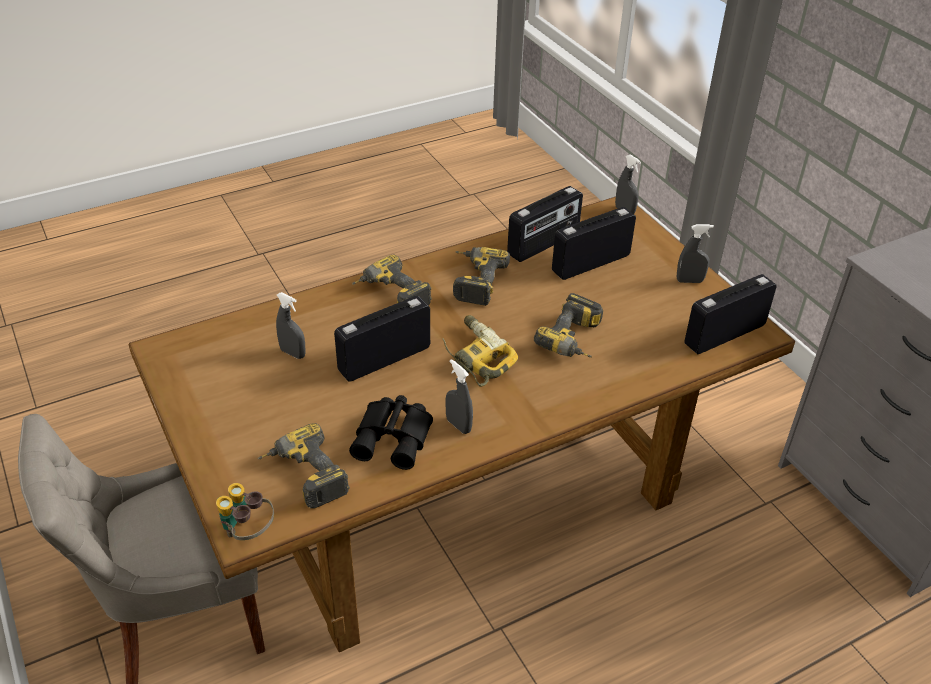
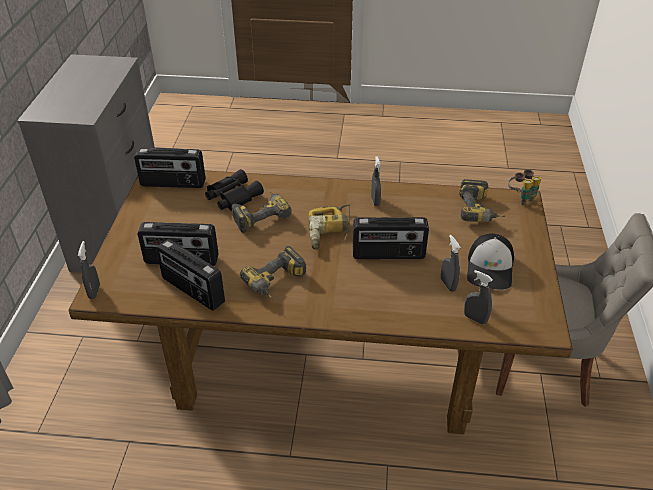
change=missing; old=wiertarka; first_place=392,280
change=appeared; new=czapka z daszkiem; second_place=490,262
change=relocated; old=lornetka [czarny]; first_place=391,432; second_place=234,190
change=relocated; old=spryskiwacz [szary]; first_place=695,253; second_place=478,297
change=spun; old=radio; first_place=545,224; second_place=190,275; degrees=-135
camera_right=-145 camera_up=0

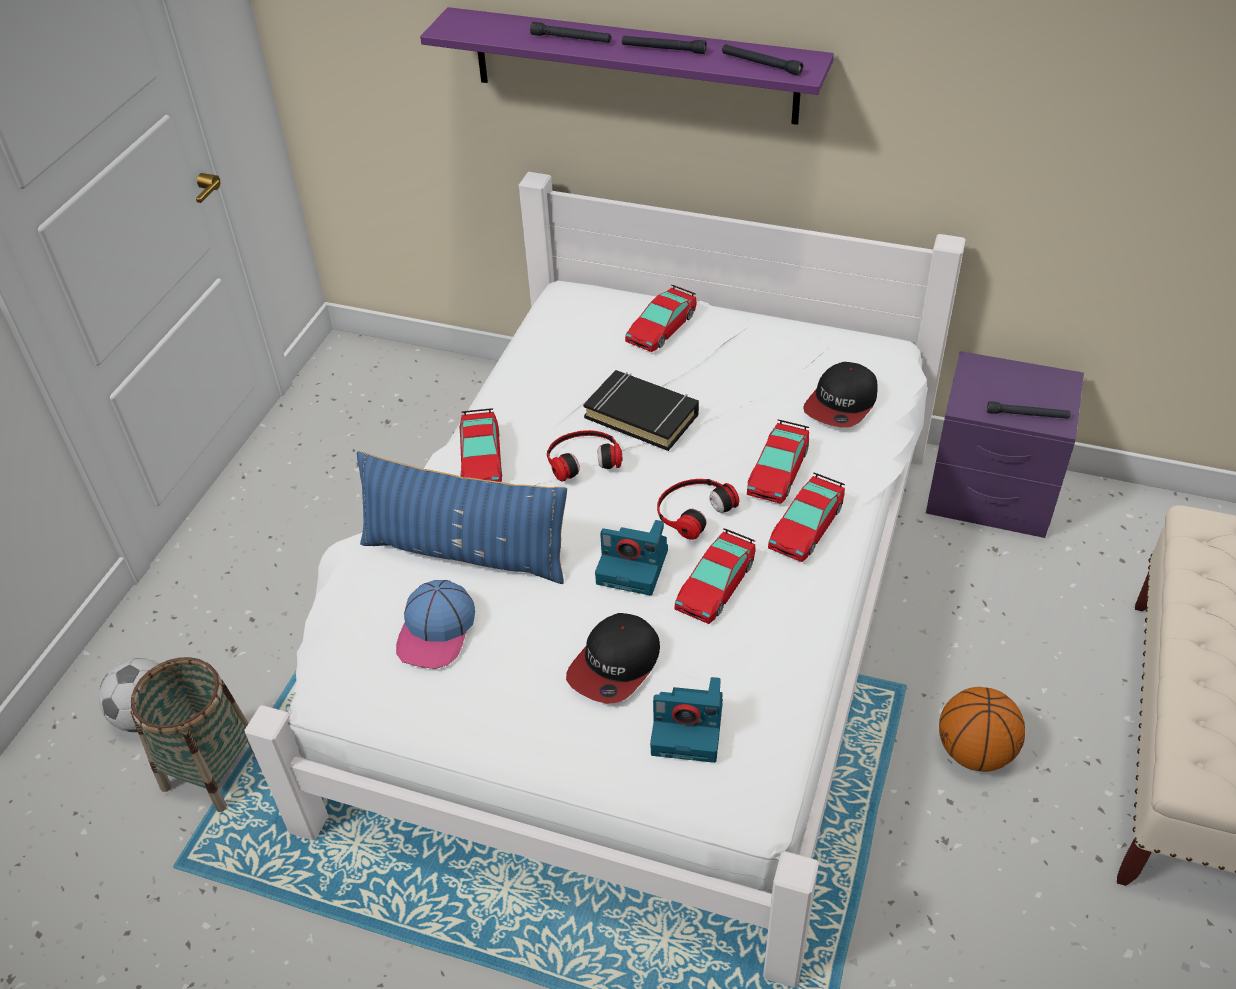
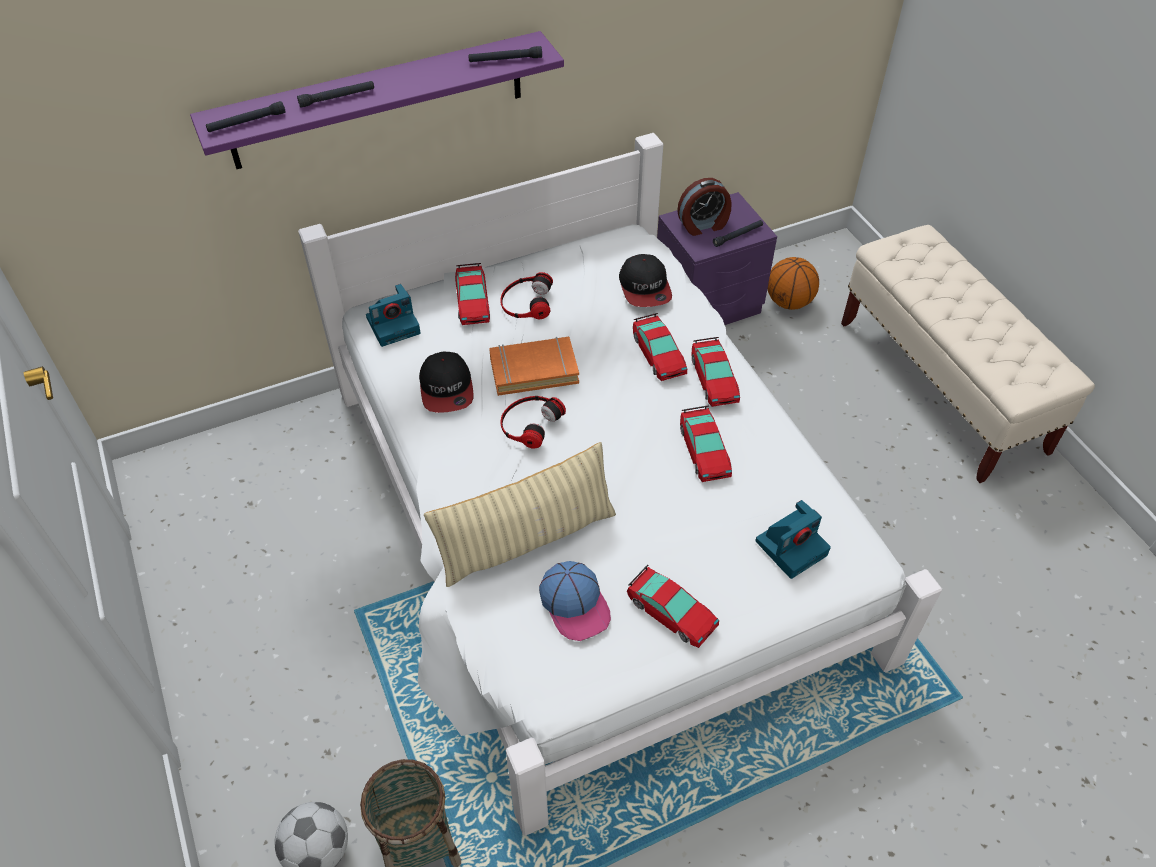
change=appeared; new=budzik; second_place=704,207
change=relocated; old=samochodzik; first_place=481,445; second_place=673,606
change=relocated; old=czapka z daszkiem; first_place=613,658; second_place=446,382
change=relocated; old=aparat fotograficzny; first_place=631,558; second_place=393,315
change=relocated; old=latarka [czarny]; first_place=664,45; second_place=245,116
change=relocated; old=słuchawki; first_place=698,509; second_place=526,295
change=relocated; old=piłka do koszykówki; first_place=982,729; second_place=793,283
change=colour; old=poduszka [niebieski]; new=poduszka [beżowy]; first_place=462,517; second_place=520,514
change=colour; old=książka [czarny]; new=książka [pomarańczowy]; first_place=641,410; second_place=534,366
camera_right=-45 camera_up=5

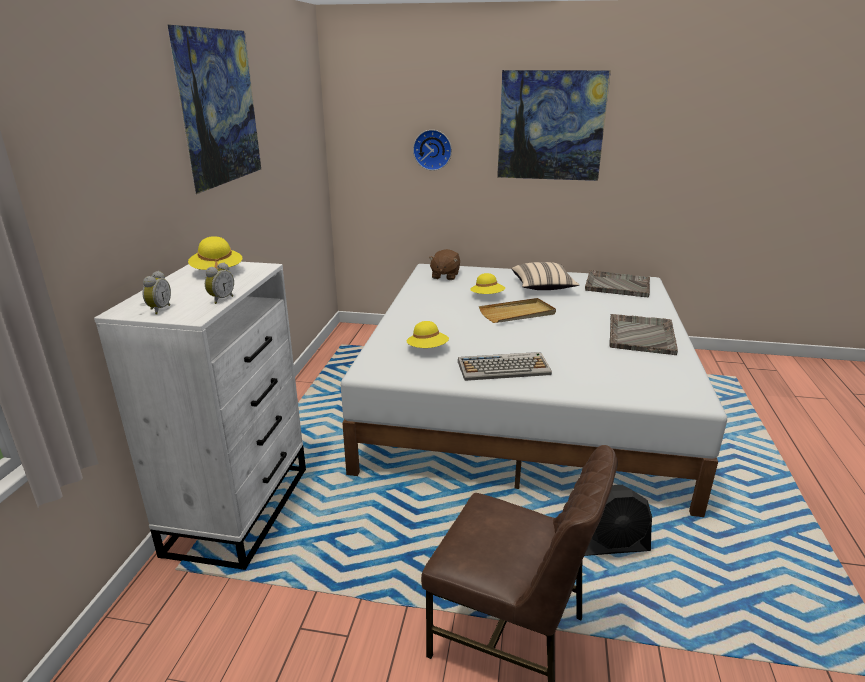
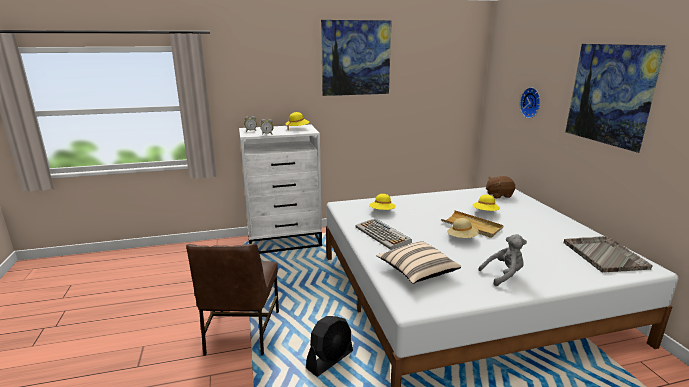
change=appeared; new=kapelusz [beżowy]; second_place=463,228
change=relocated; old=poduszka [beżowy]; first_place=545,276; second_place=419,262
change=exchanged; old=taca [szary]; new=pluszak [szary]; first_place=643,334; second_place=502,260
change=spun; old=wentylator [czarny]; first_place=618,520; second_place=329,346; degrees=-105
camera_right=65 camera_up=-5

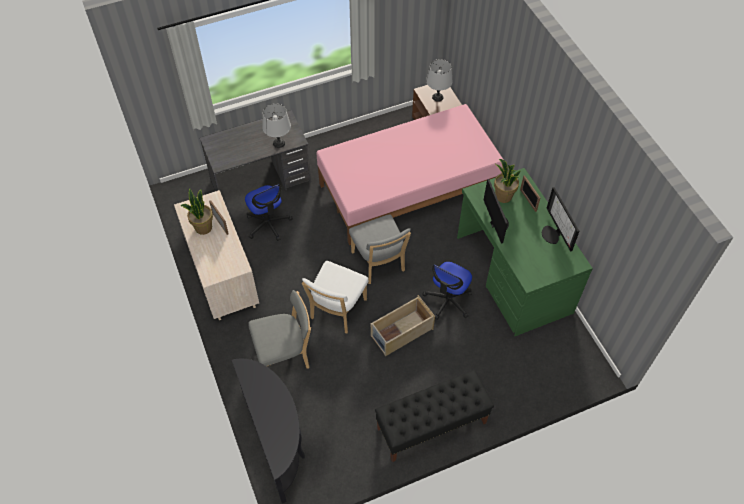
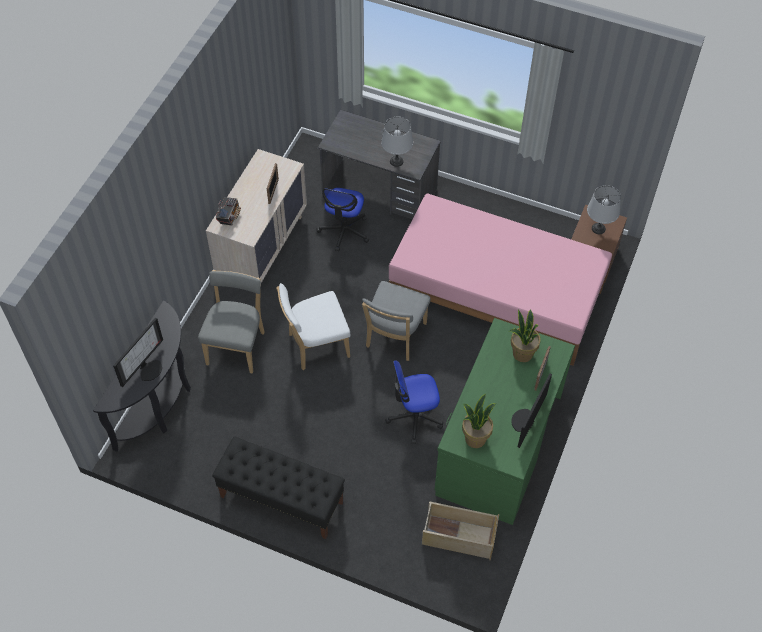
change=appeared; new=radio; second_place=228,211
change=relocated; old=roślina doniczkowa; first_place=197,211; second_place=479,420
change=relocated; old=pojemnik do przechowywania [beżowy]; first_place=403,325; second_place=460,531
change=relocated; old=monitor; first_place=496,211; second_place=138,352
change=spun; old=krzesło [szary]; first_place=279,329; second_place=231,322; degrees=-105
camera_right=45 camera_up=0

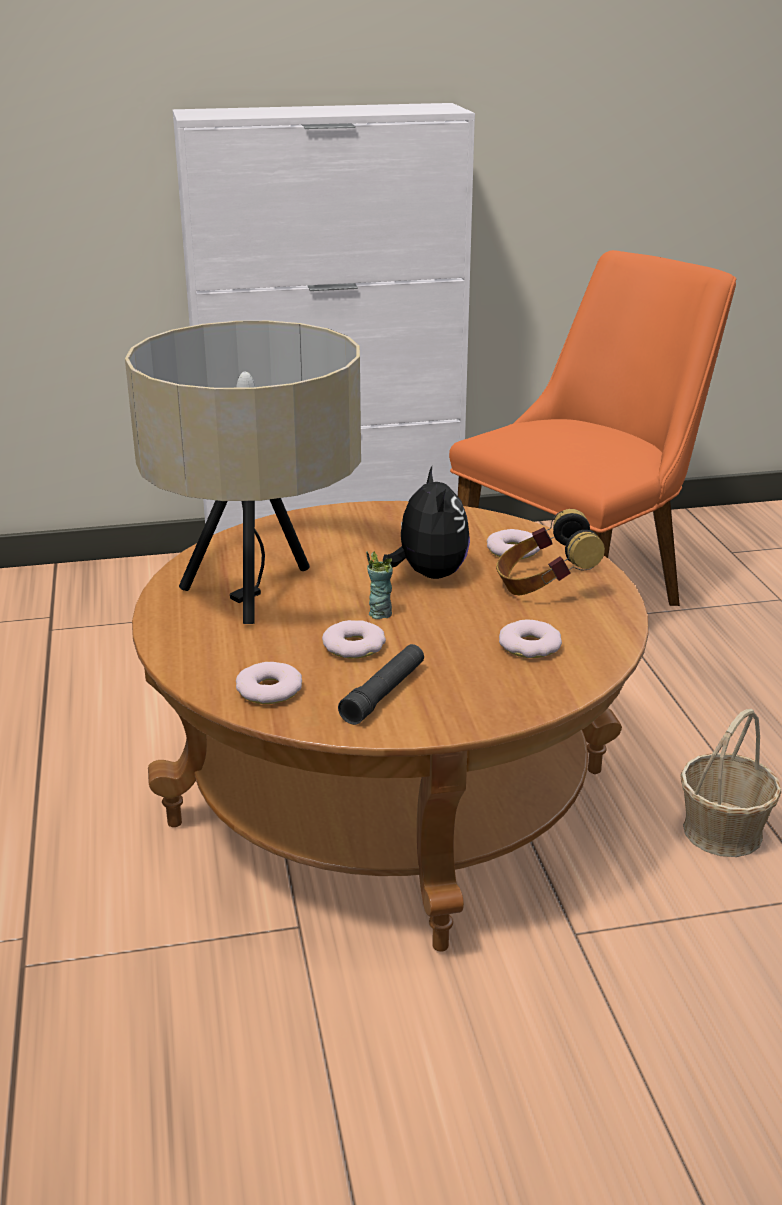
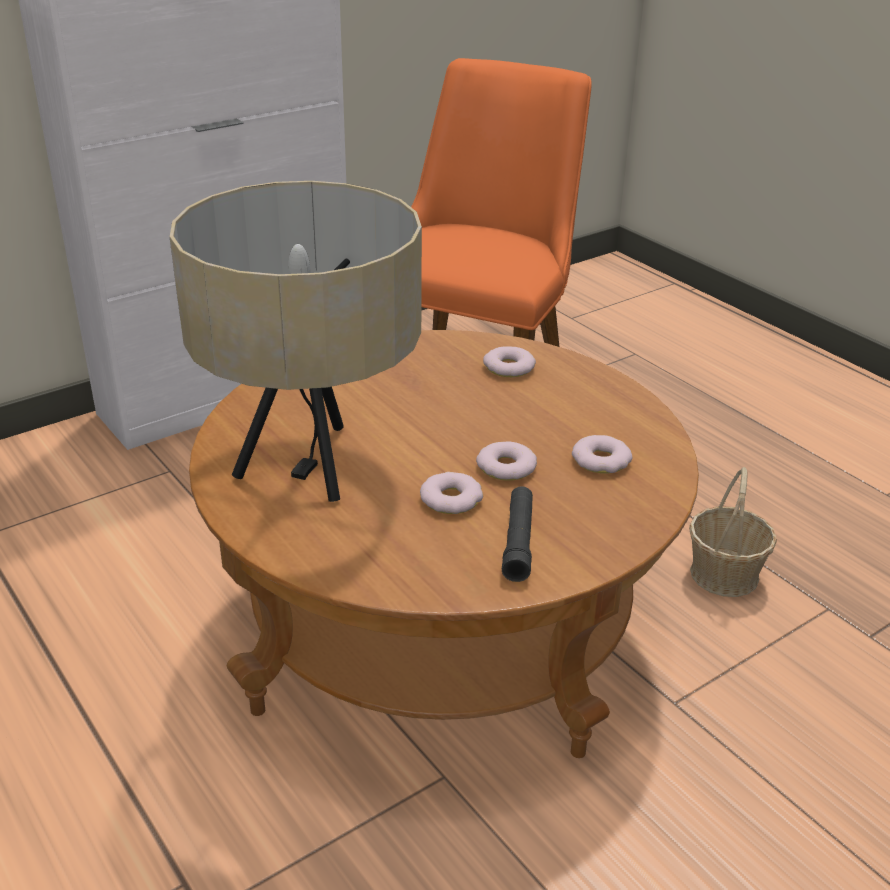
change=missing; old=filiżanka; first_place=379,585
change=missing; old=pluszak; first_place=426,522
change=missing; old=słuchawki; first_place=550,552
change=relocated; old=donut; first_place=269,683; second_place=506,461
camera_right=-25 camera_up=5

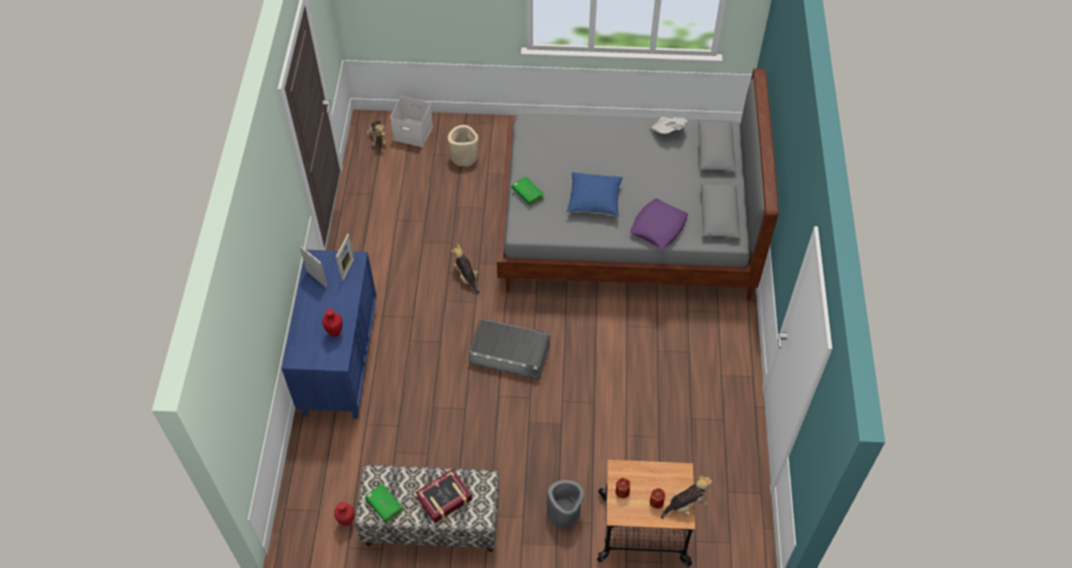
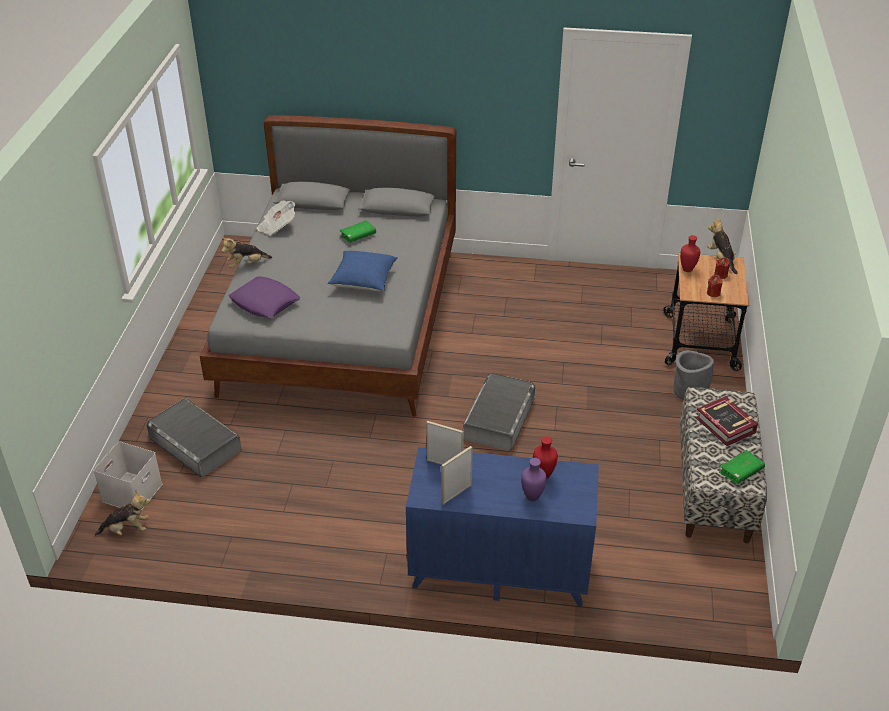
change=appeared; new=wazon [fioletowy]; second_place=534,479
change=relocated; old=wazon [czerwony]; first_place=344,514; second_place=690,253
change=relocated; old=pluszak; first_place=465,269; second_place=246,252
change=relocated; old=książka [zielony]; first_place=527,190; second_place=357,231
change=relocated; old=poduszka [fioletowy]; first_place=659,223; second_place=264,297
change=exchanged; old=donica [beżowy]; new=pojemnik do przechowywania [szary]; first_place=463,146; second_place=194,437
camera_right=-85 camera_up=-15

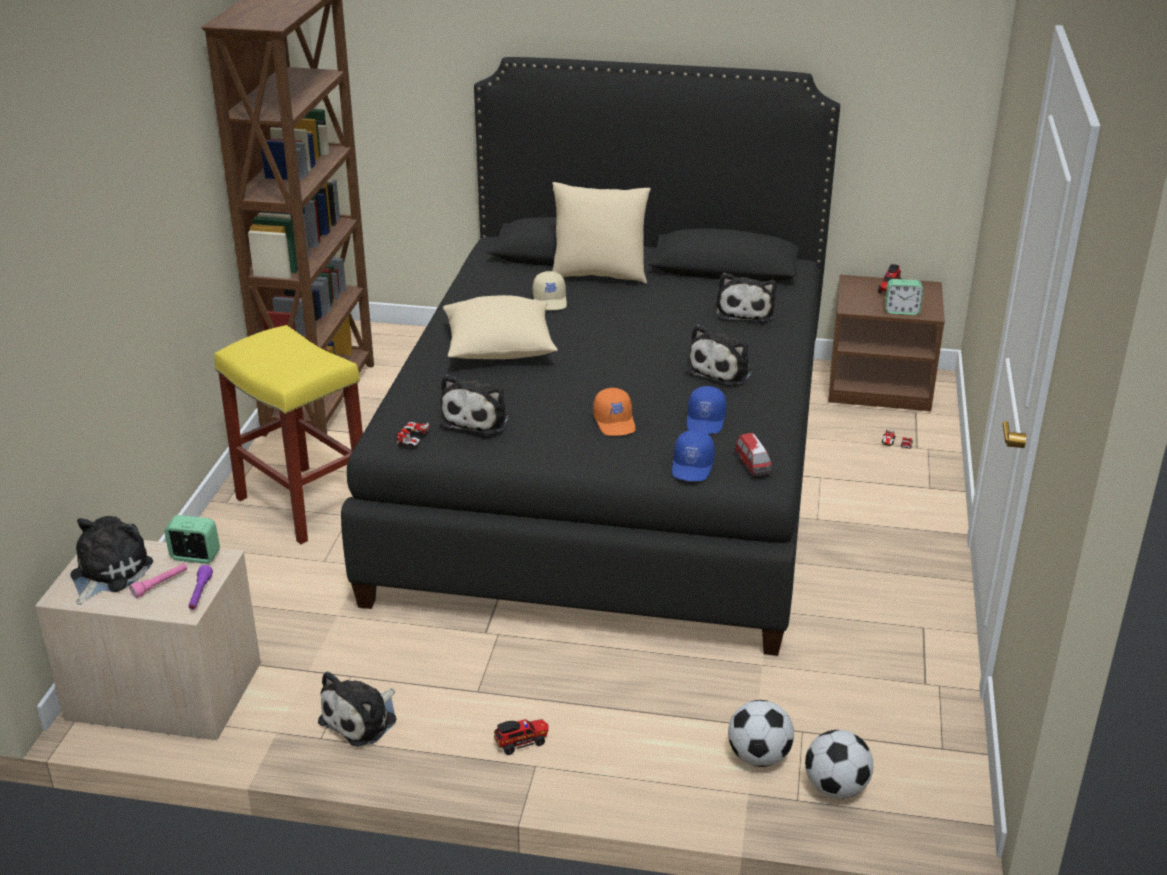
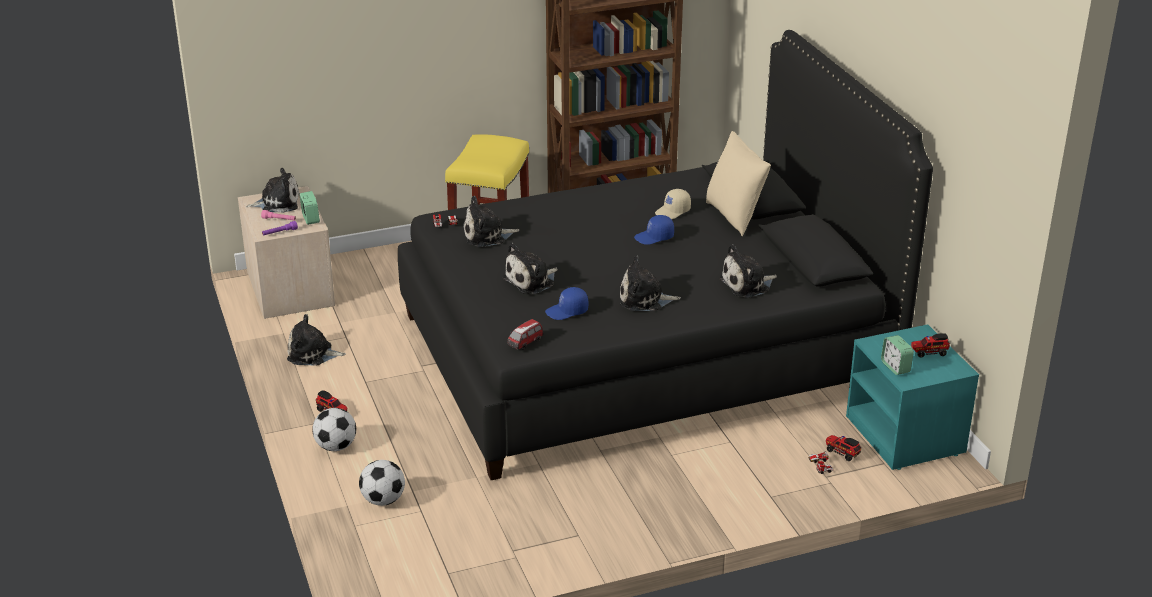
change=missing; old=poduszka [beżowy]; first_place=500,327
change=appeared; new=ciężarówka zabawkowa; second_place=843,448
change=relocated; old=czapka z daszkiem [niebieski]; first_place=693,455; second_place=654,230
change=relocated; old=piłka futbolowa; first_place=839,764; second_place=334,429
change=exchanged; old=czapka z daszkiem [pomarańczowy]; new=pluszak; first_place=614,412; second_place=530,268
change=colour; old=szafka nocna [brązowy]; new=szafka nocna [turkusowy]; first_place=886,343; second_place=912,397
camera_right=60 camera_up=0

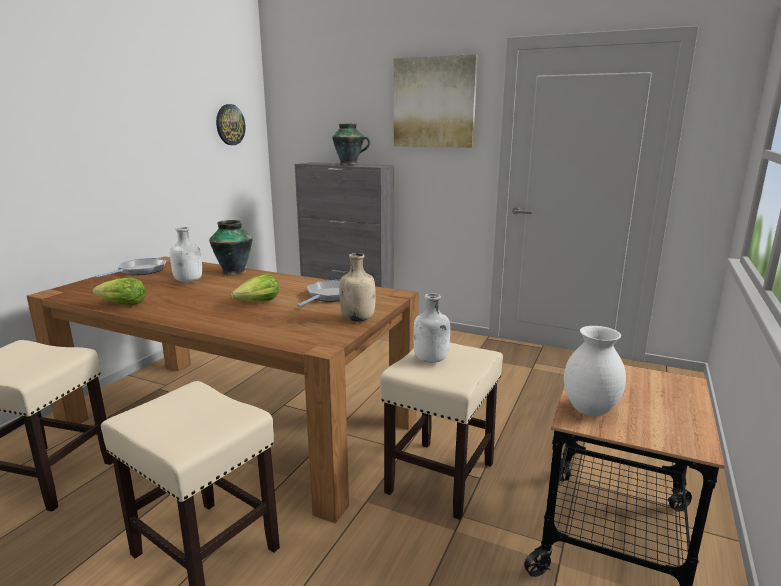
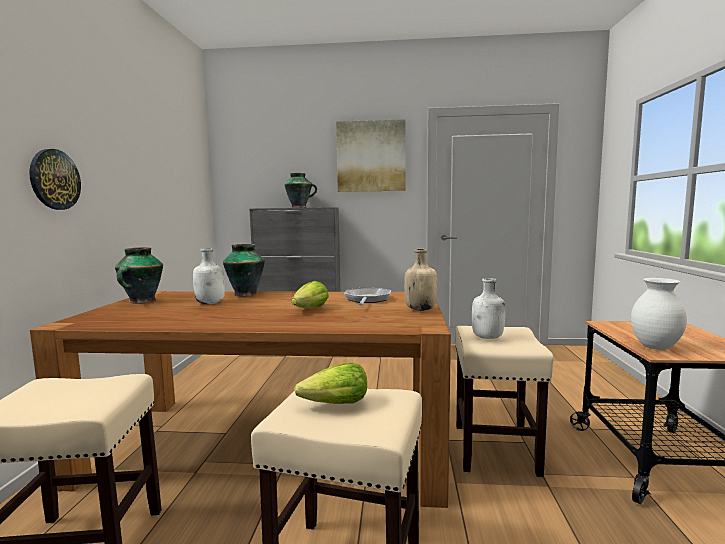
change=relocated; old=sałata; first_place=119,292; second_place=330,383
change=relocated; old=zegar ścienny; first_place=230,124; second_place=55,179
change=exchanged; old=patelnia; new=wazon; first_place=130,268; second_place=139,275
camera_right=-20 camera_up=-10

